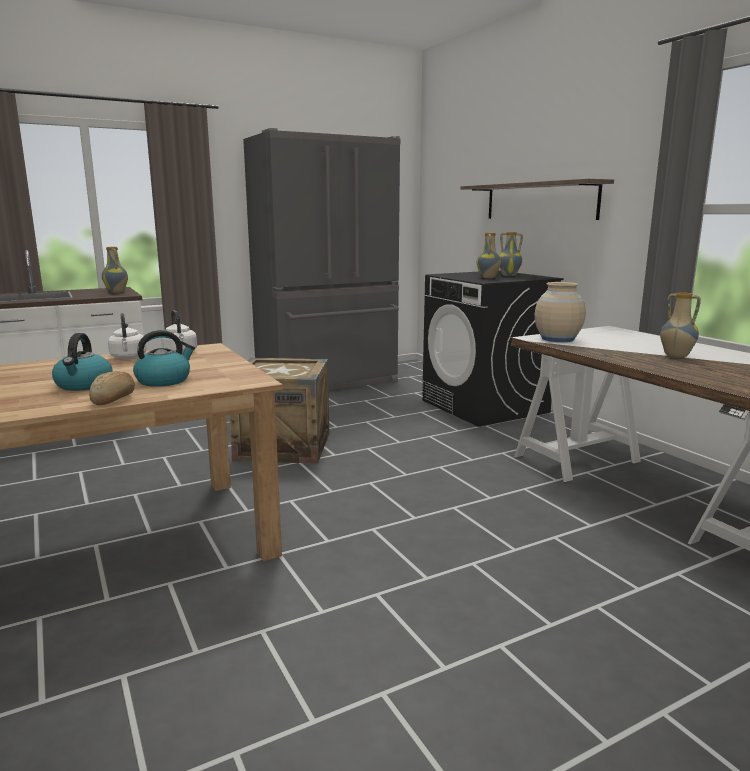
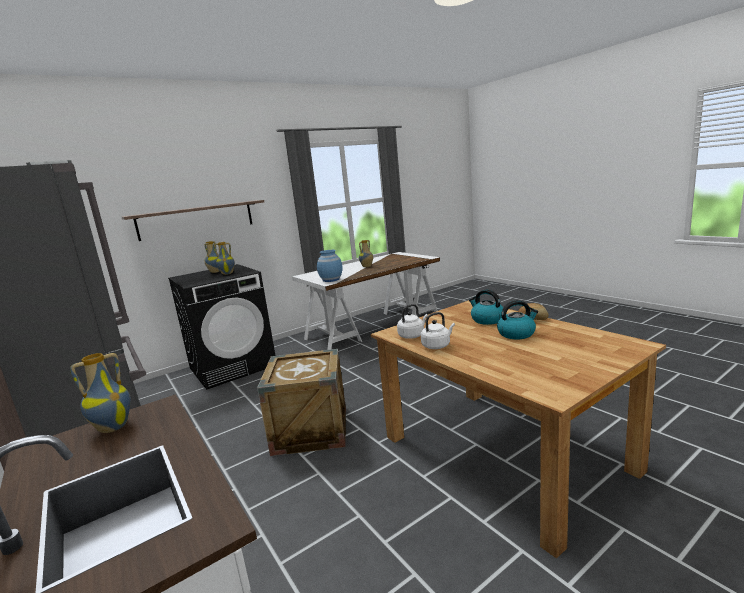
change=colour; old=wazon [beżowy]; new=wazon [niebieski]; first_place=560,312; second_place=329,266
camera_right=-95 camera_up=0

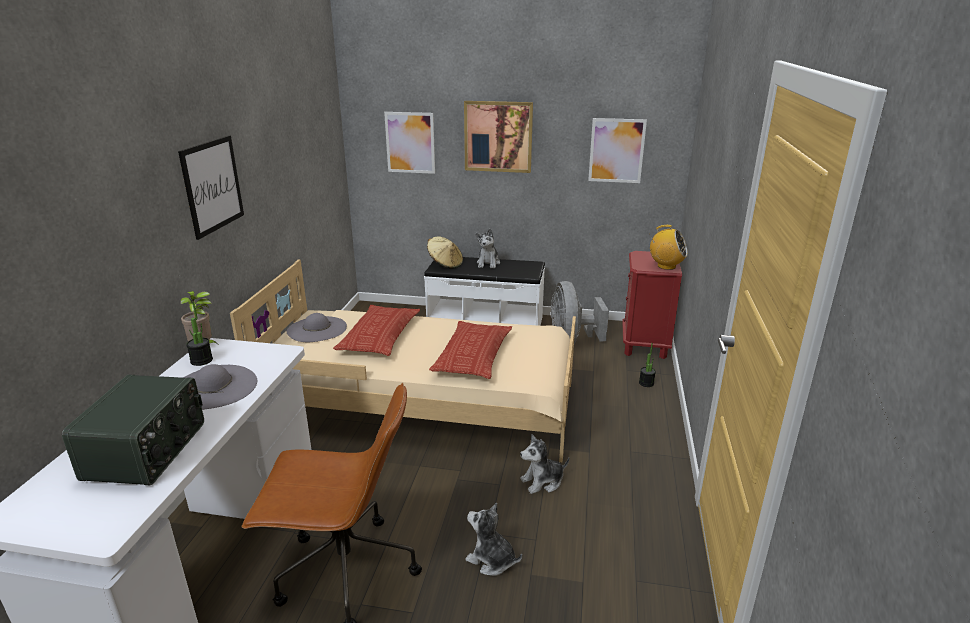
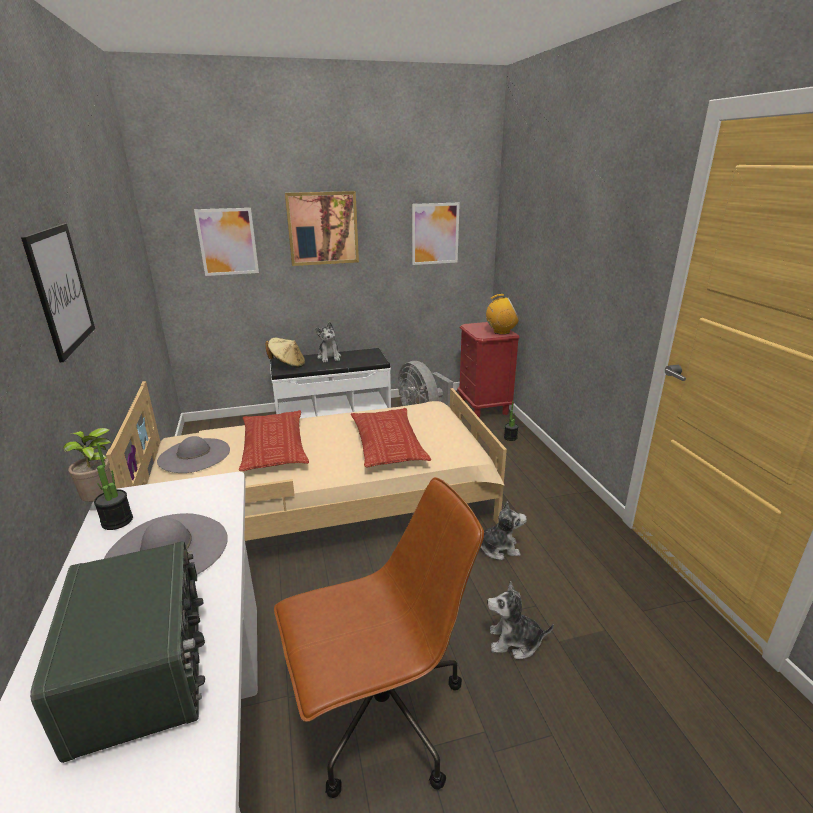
change=spun; old=pluszak; first_place=544,464; second_place=504,530; degrees=-135
camera_right=-25 camera_up=0

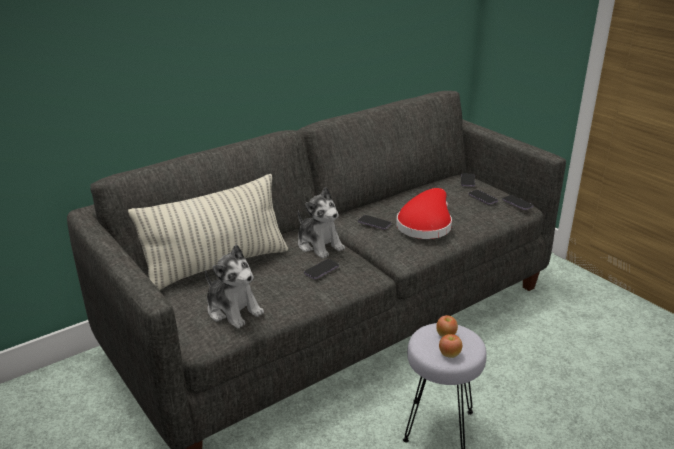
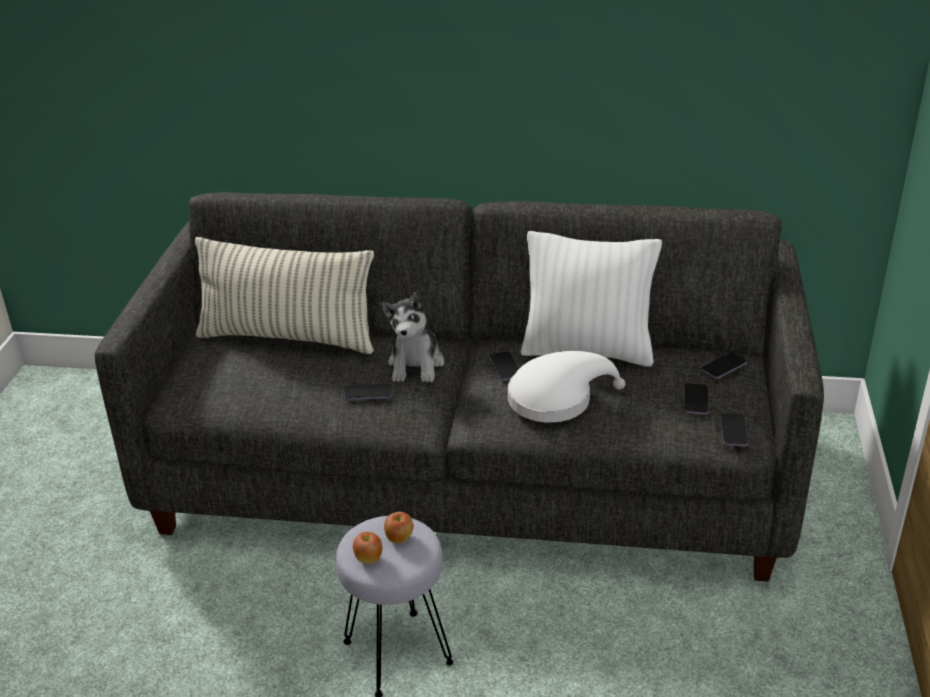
change=missing; old=pluszak; first_place=234,287
change=appeared; new=poduszka [biały]; second_place=591,299
change=colour; old=kapelusz [czerwony]; new=kapelusz [biały]; first_place=424,213; second_place=566,387
camera_right=45 camera_up=5

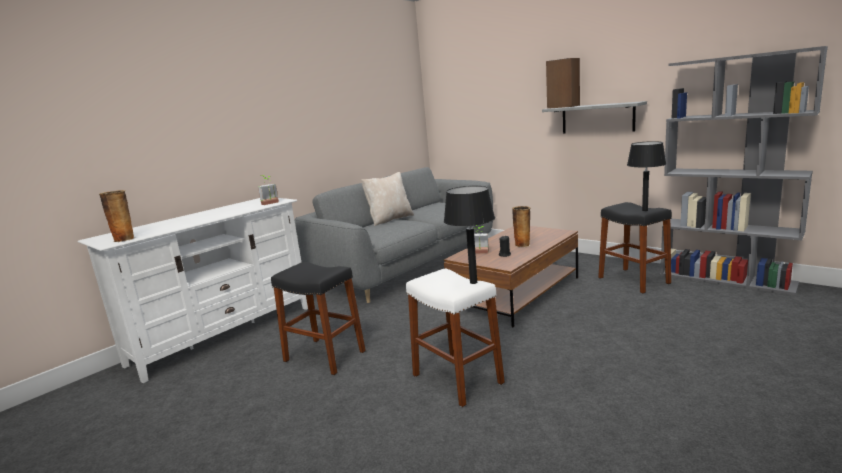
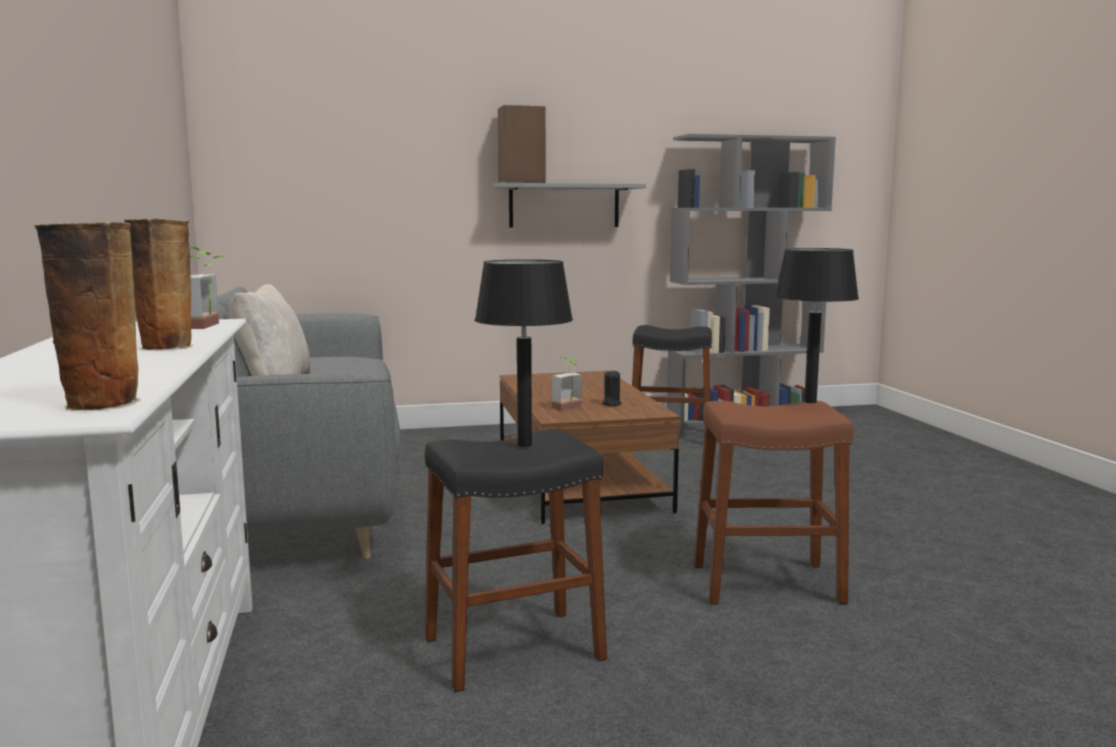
change=relocated; old=wazon; first_place=521,226; second_place=159,285
change=relocated; old=lampa stołowa [czarny]; first_place=646,176; second_place=524,353
change=colour; old=stołek [biały]; new=stołek [brązowy]; first_place=455,338; second_place=774,503
camera_right=-55 camera_up=-5

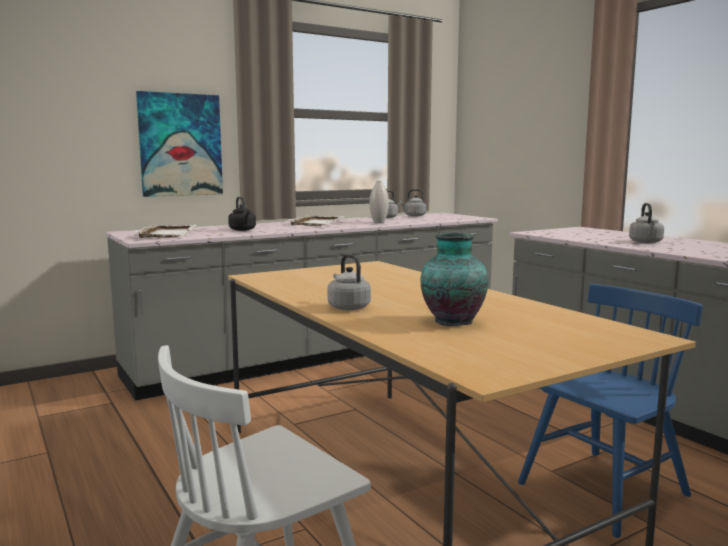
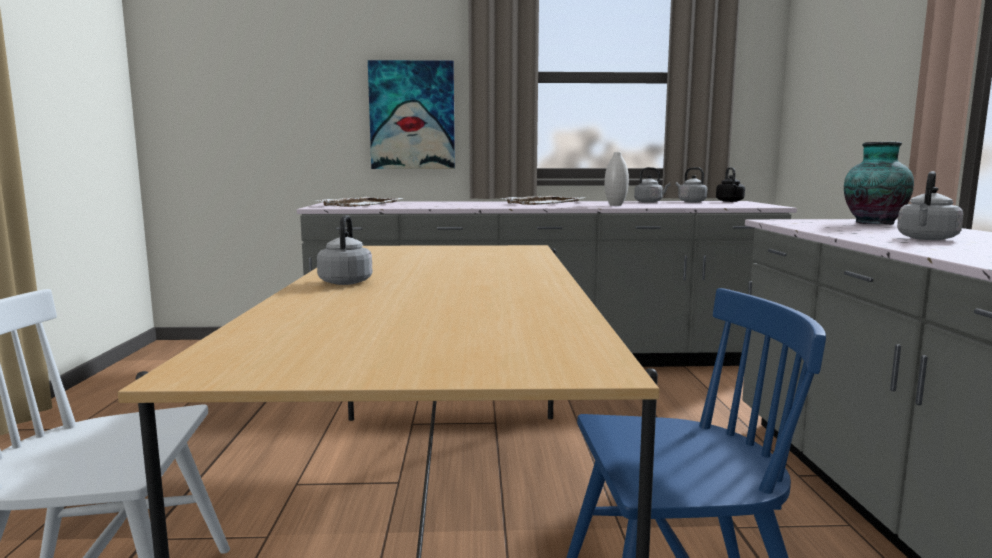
change=relocated; old=czajnik [czarny]; first_place=242,214; second_place=730,184
change=relocated; old=wazon; first_place=454,279; second_place=879,183
camera_right=30 camera_up=0

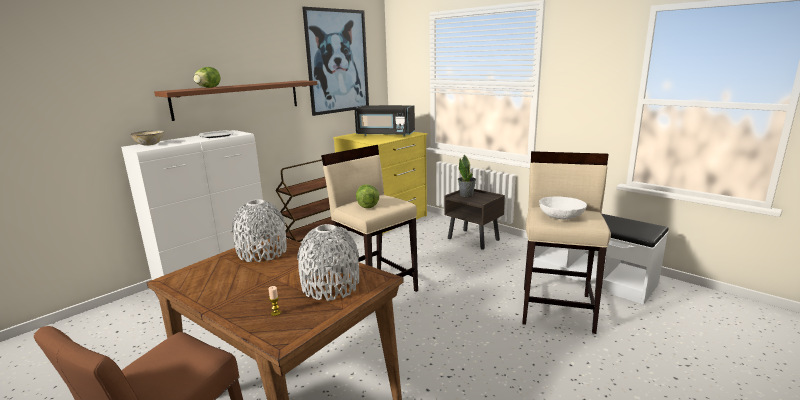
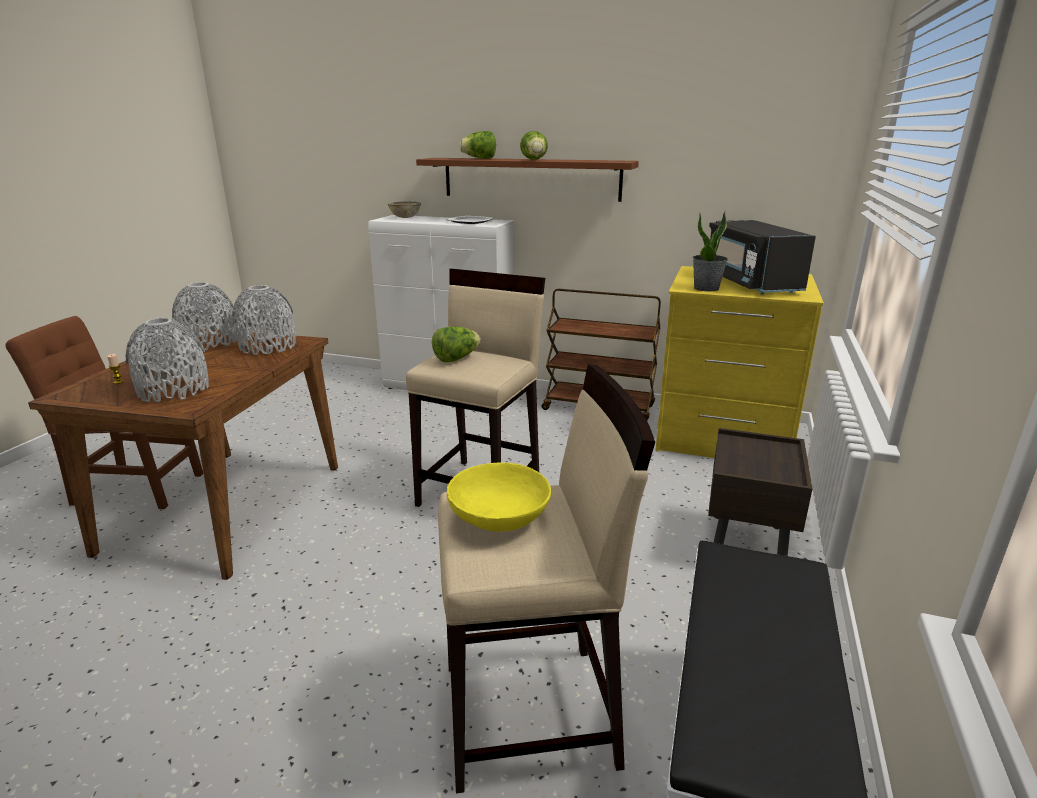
change=missing; old=obraz; first_place=335,61
change=appeared; new=wazon [szary]; second_place=204,316
change=appeared; new=sałata; second_place=534,145
change=relocated; old=roślina doniczkowa; first_place=467,175; second_place=710,251
change=colour; old=miska [biały]; new=miska [żółty]; first_place=563,207; second_place=499,497
camera_right=65 camera_up=5

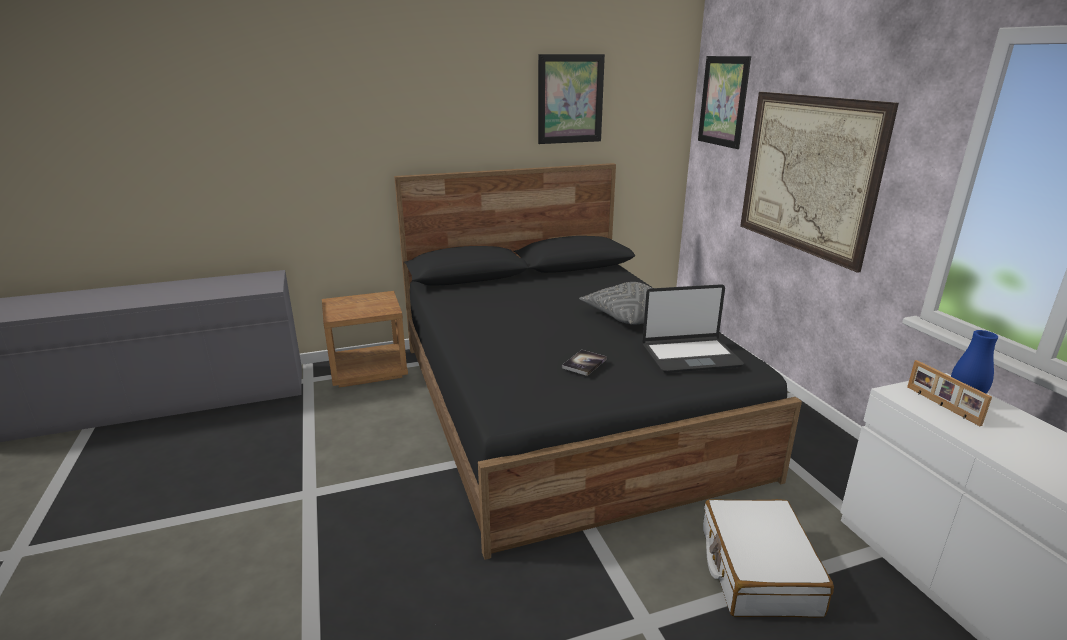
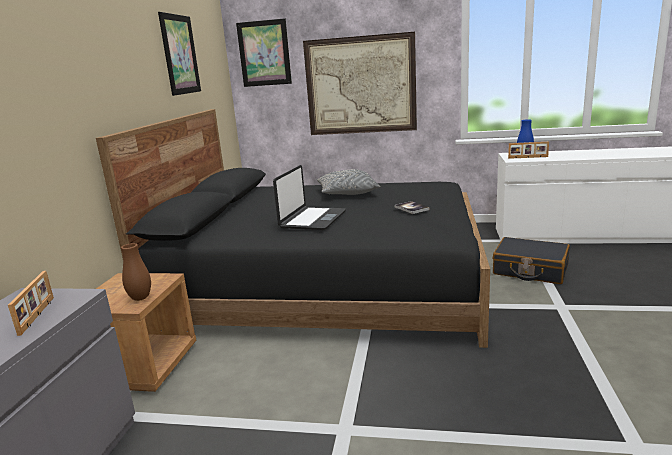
change=appeared; new=ramka na zdjęcie; second_place=31,303
change=appeared; new=wazon [brązowy]; second_place=136,272
change=relocated; old=laptop; first_place=693,328; second_place=309,197
change=colour; old=walizka [biały]; new=walizka [czarny]; first_place=768,558; second_place=531,260
camera_right=-60 camera_up=-5

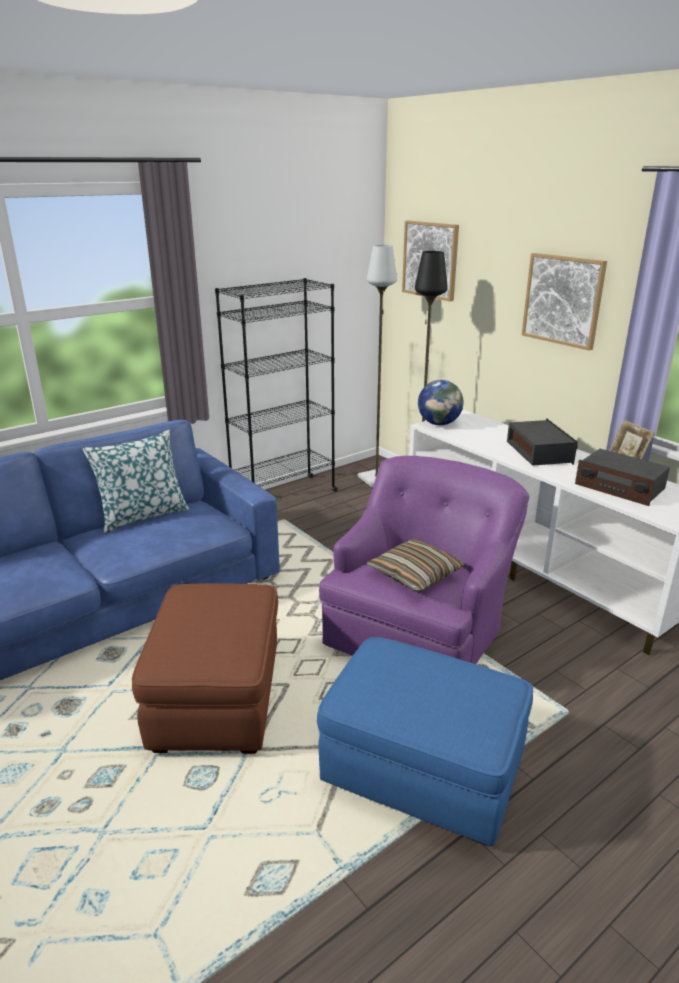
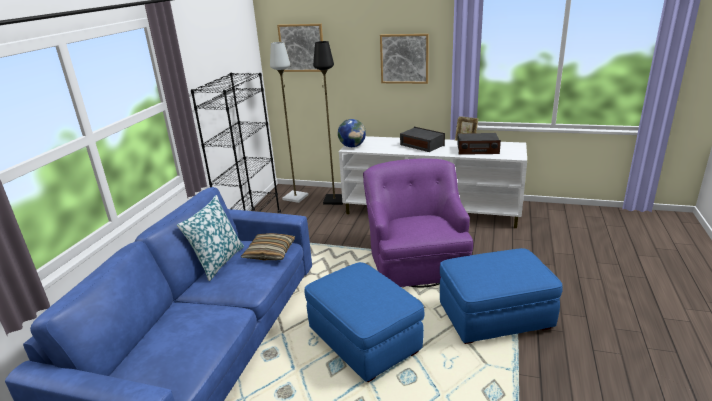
change=relocated; old=poduszka; first_place=415,565; second_place=268,246
change=colour; old=pufa [brązowy]; new=pufa [niebieski]; first_place=205,668; second_place=365,322
camera_right=-35 camera_up=0

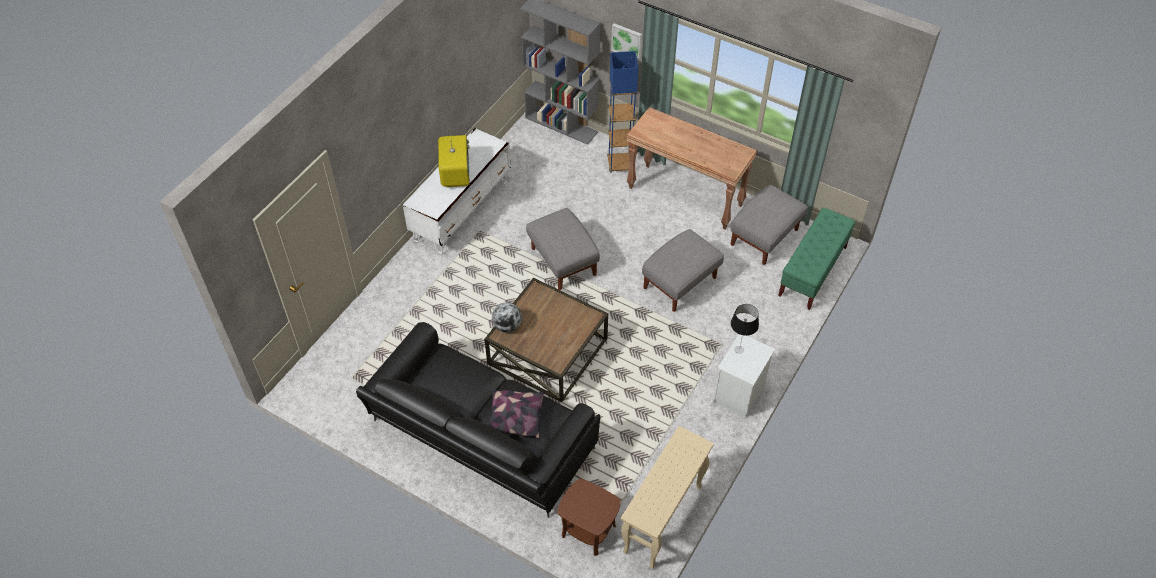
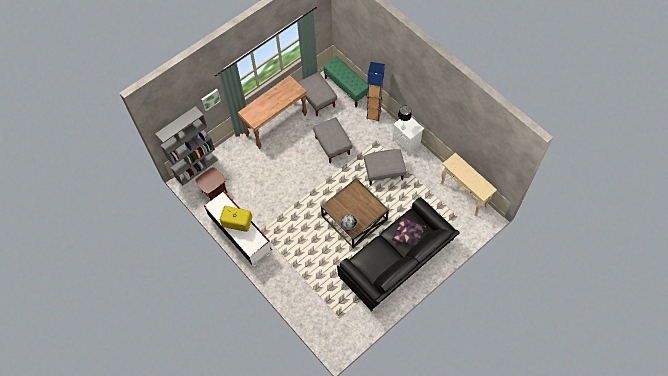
change=relocated; old=pufa [szary]; first_place=563,249; second_place=385,167
change=relocated; old=stolik [brązowy]; first_place=589,517; second_place=211,183
change=relocated; old=lampa stojąca [niebieski]; first_place=623,112; second_place=375,91
camera_right=-70 camera_up=10

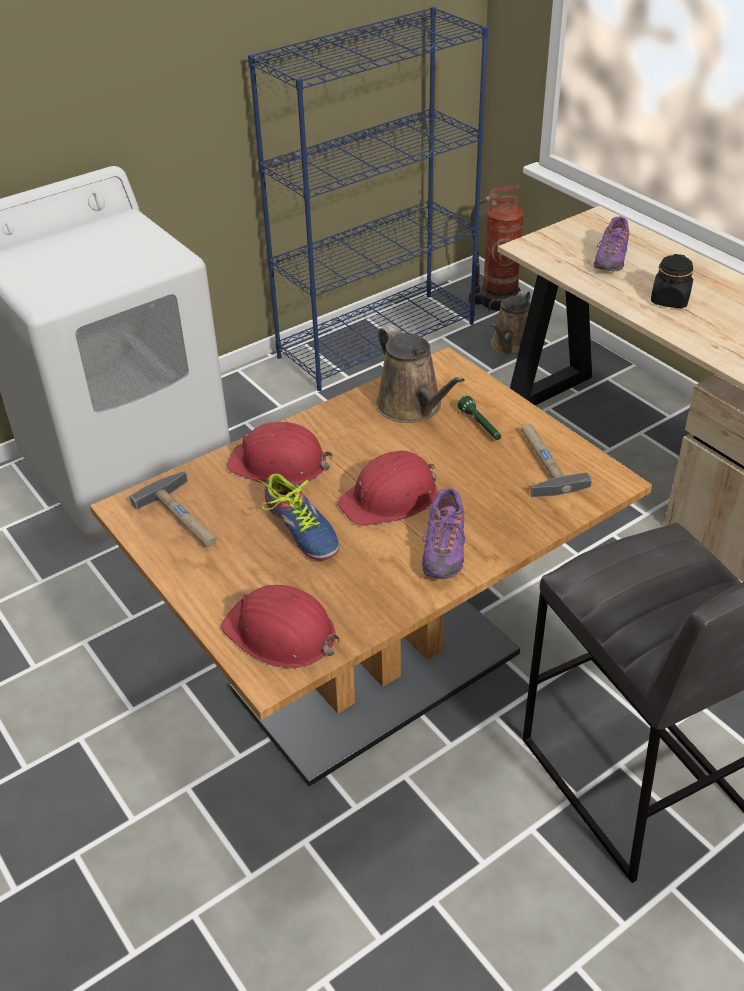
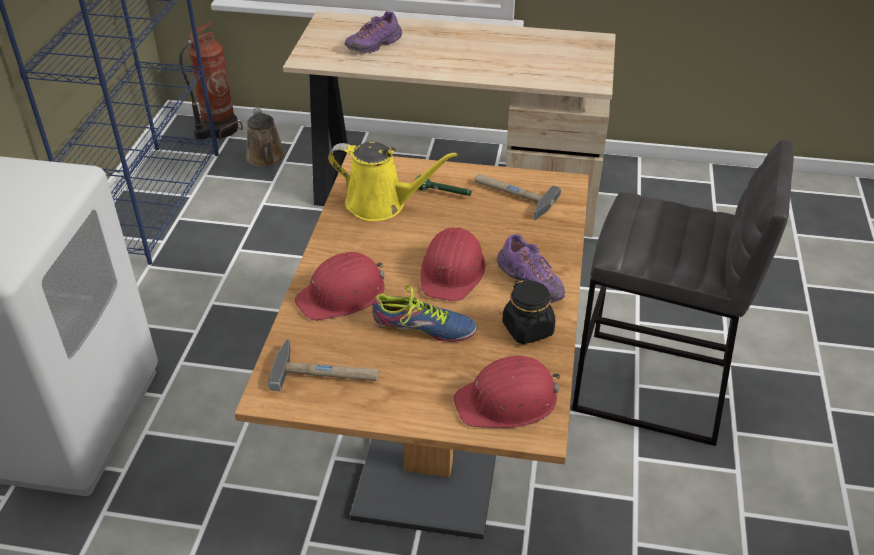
change=relocated; old=słoik [czarny]; first_place=672,281; second_place=528,311
change=colour; old=konewka [brązowy]; new=konewka [żółty]; first_place=420,373; second_place=393,181
change=spun; old=but [fioletowy]; first_place=611,243; second_place=373,32; degrees=75
camera_right=-45 camera_up=0

